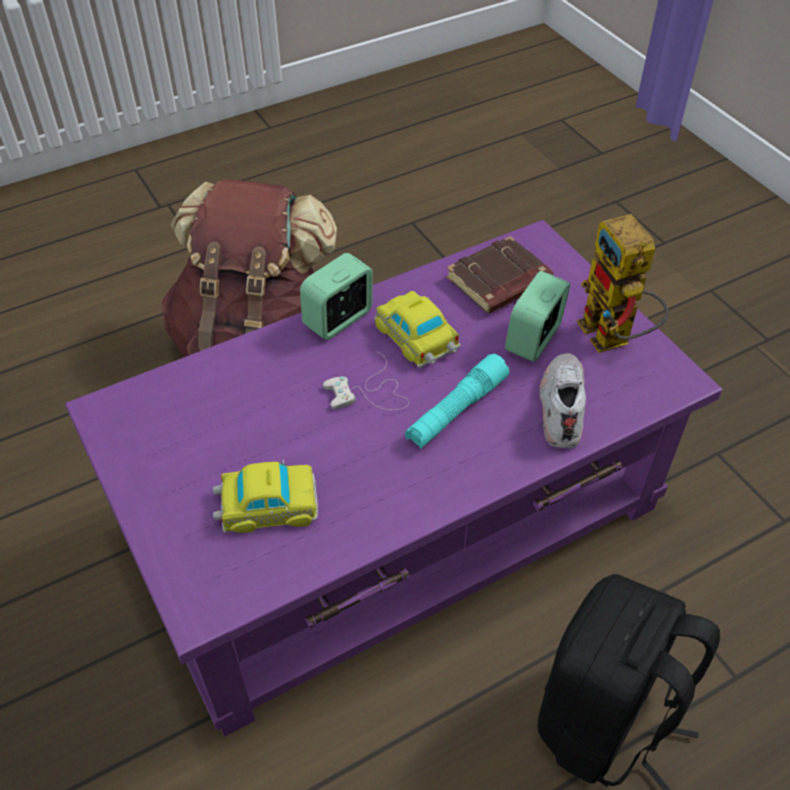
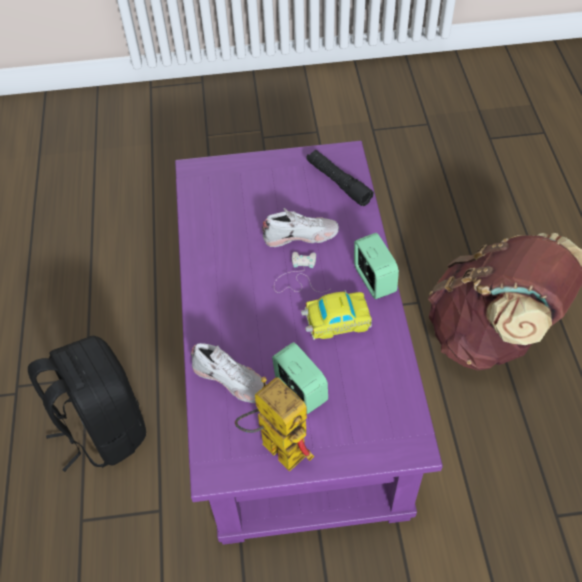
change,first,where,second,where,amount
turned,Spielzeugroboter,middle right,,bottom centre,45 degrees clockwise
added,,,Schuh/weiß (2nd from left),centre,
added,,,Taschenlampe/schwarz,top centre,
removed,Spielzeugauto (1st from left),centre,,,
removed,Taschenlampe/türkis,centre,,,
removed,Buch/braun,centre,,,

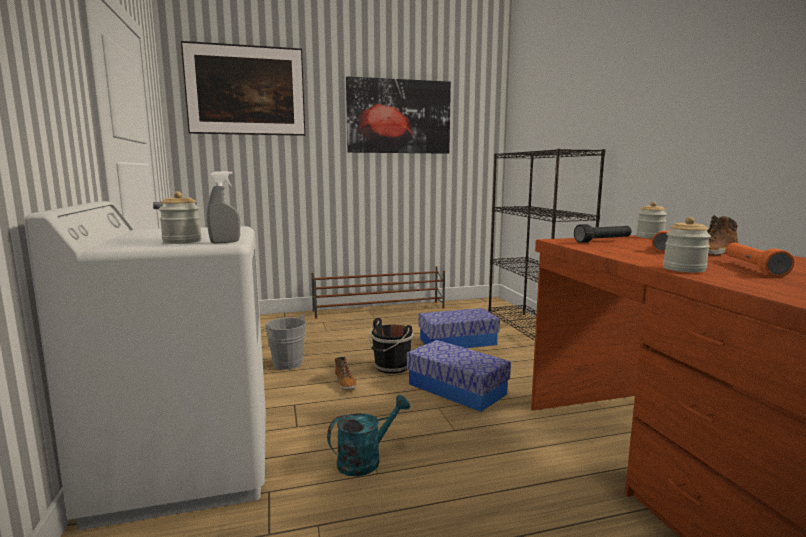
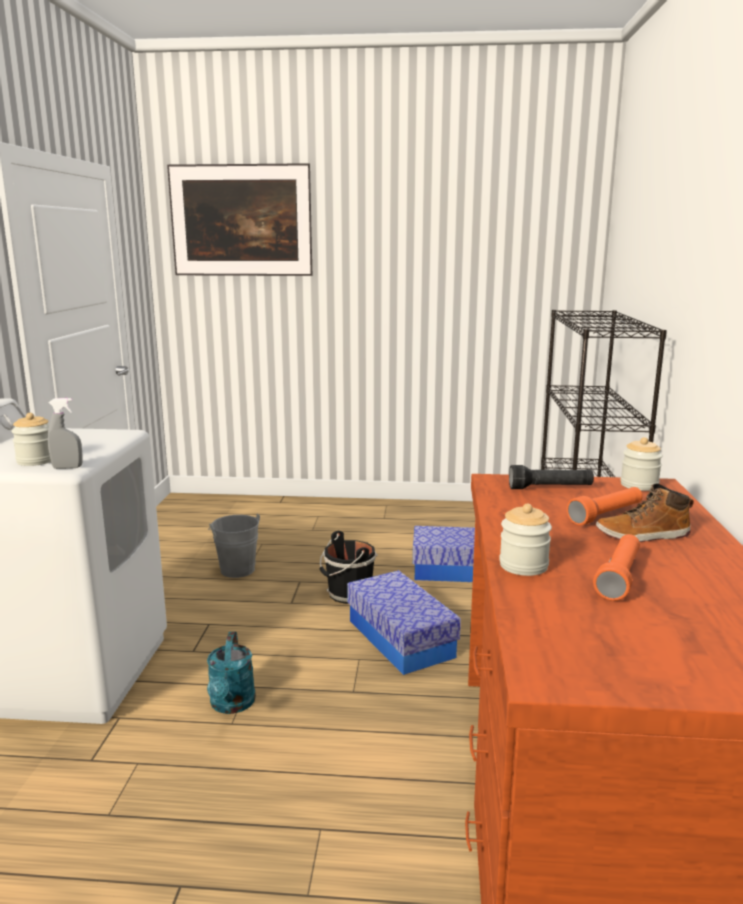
change,first,where,second,where,amount
turned,Gießkanne/türkis,bottom centre,,bottom left,105 degrees clockwise
removed,Schuhregal/braun,centre,,,
removed,Stiefel (1st from left),bottom centre,,,
removed,Bild (2nd from left),top centre,,,

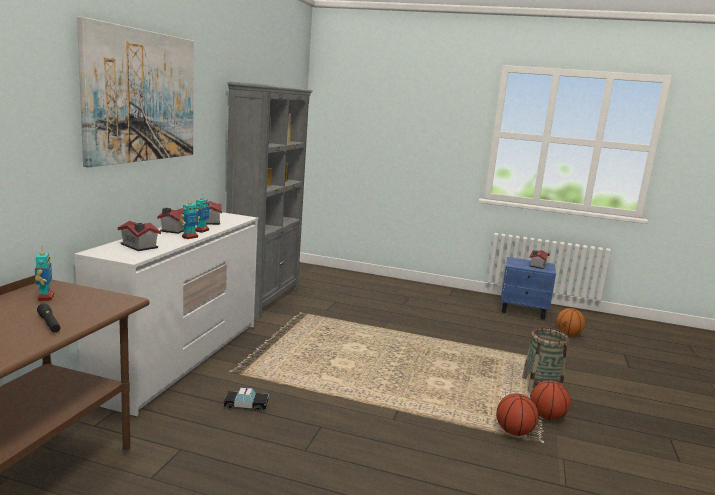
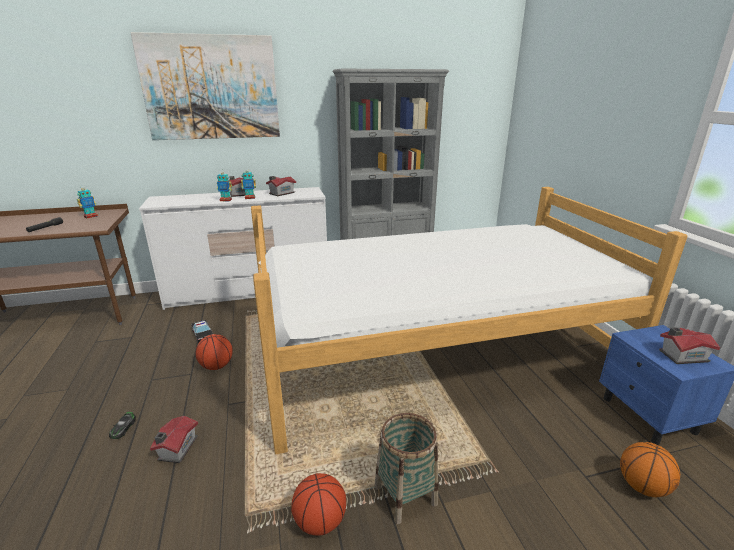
change,first,where,second,where,amount
added,,,Spielzeugauto (1st from left),bottom left,
moved,Spielzeughaus (1st from left),middle left,,bottom left,
moved,Basketball (1st from left),bottom right,,middle left,
added,,,Bett,centre,

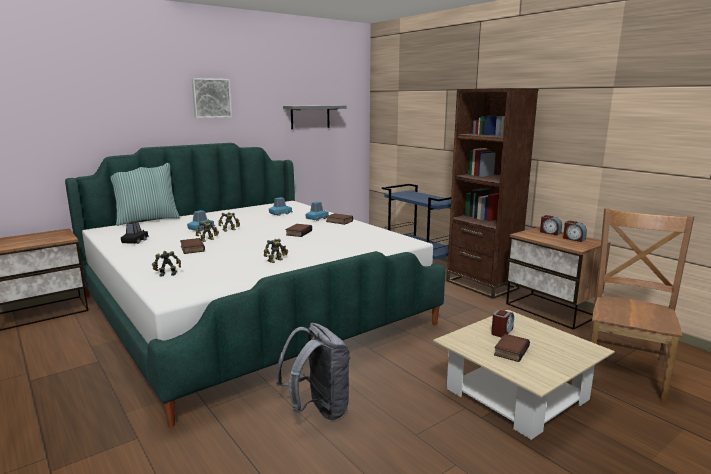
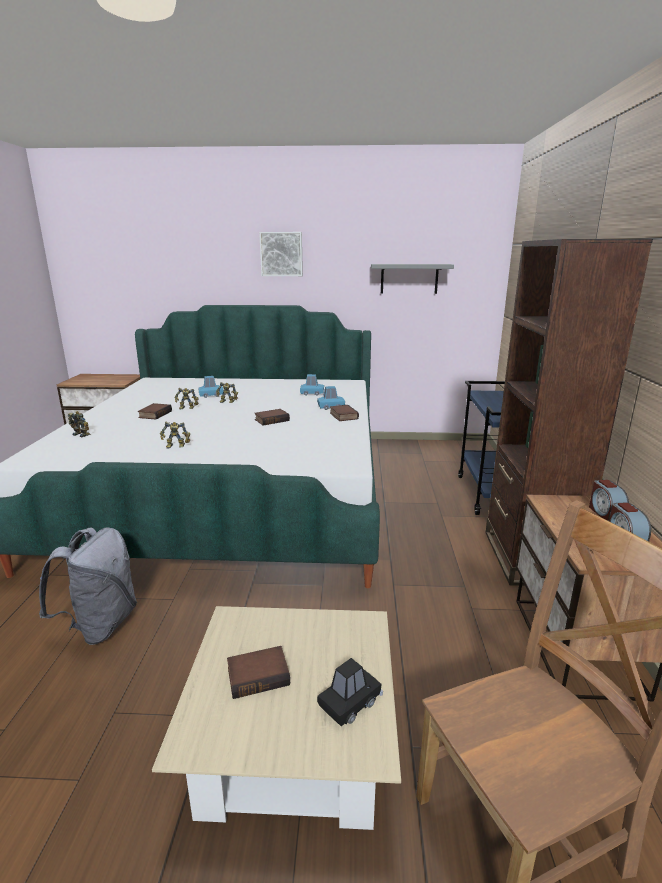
change,first,where,second,where,amount
moved,Spielzeugauto/schwarz,middle left,,bottom centre,
removed,Kissen,middle left,,,
removed,Wecker (1st from left),bottom right,,,

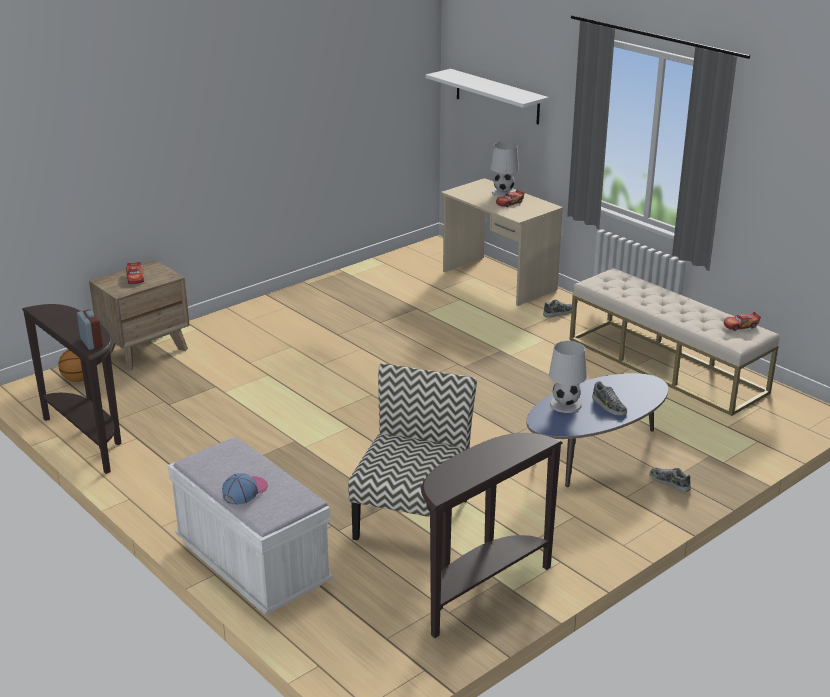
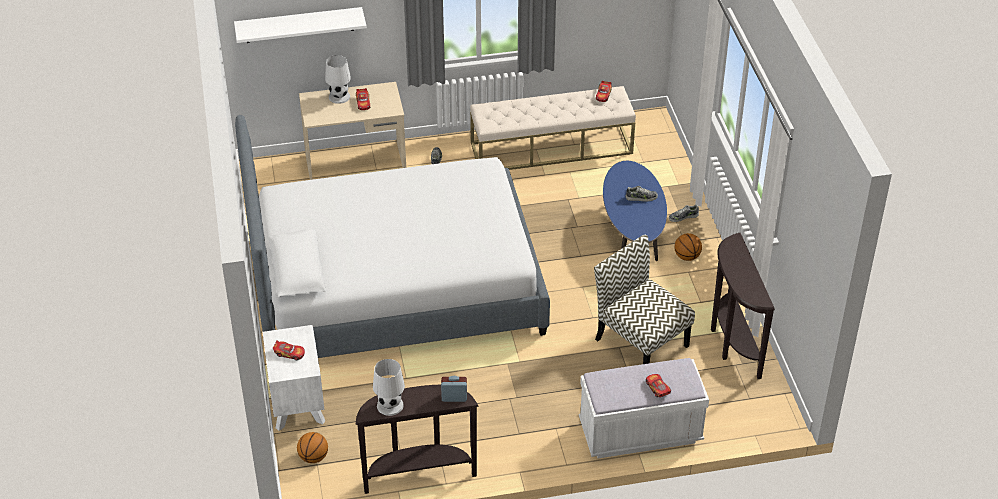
change,first,where,second,where,amount
added,,,Bett,centre,
recoloured,Nachttisch/braun,middle left,Nachttisch/weiß,bottom left,
moved,Tischlampe/weiß (2nd from left),middle right,,bottom centre,
replaced,Kappe,bottom left,Spielzeugauto (4th from left),bottom centre,
added,,,Basketball (2nd from left),middle right,

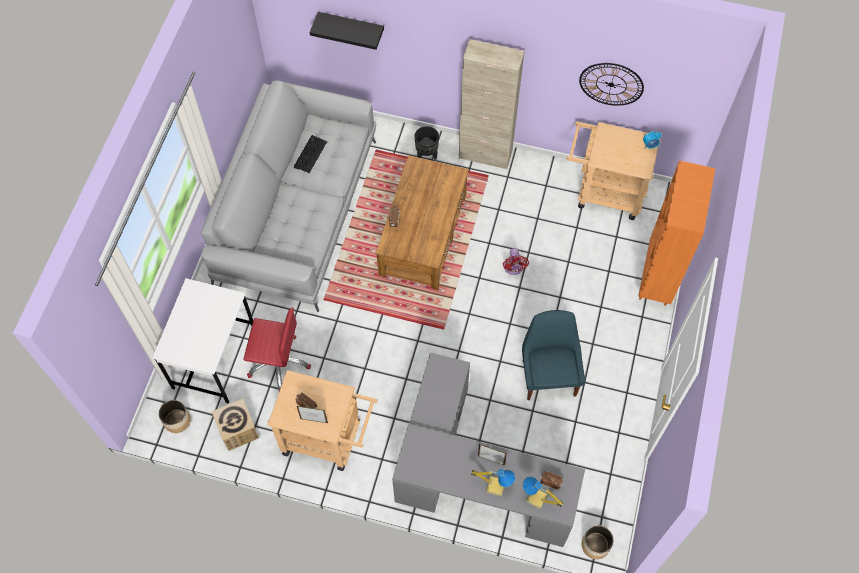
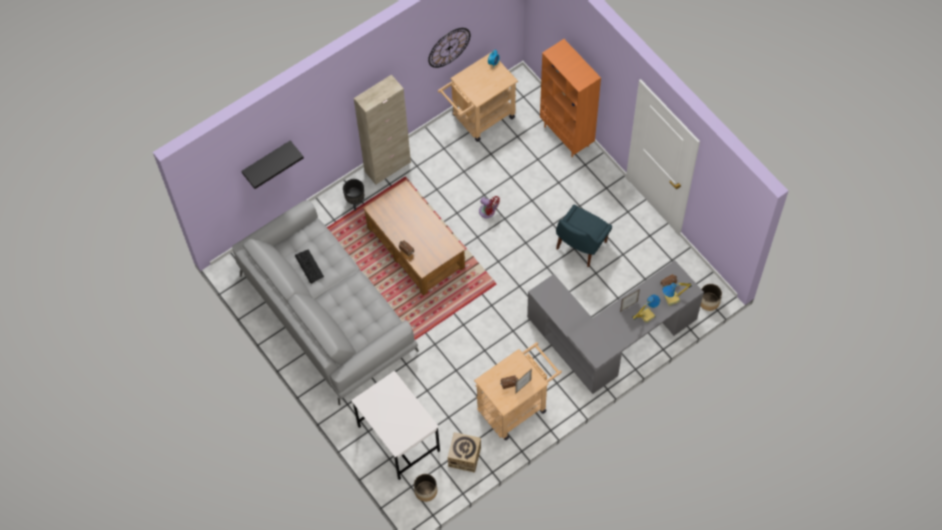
change,first,where,second,where,amount
turned,Stuhl/blau,centre,,centre,90 degrees counterclockwise
removed,Bürostuhl/rot,middle left,,,

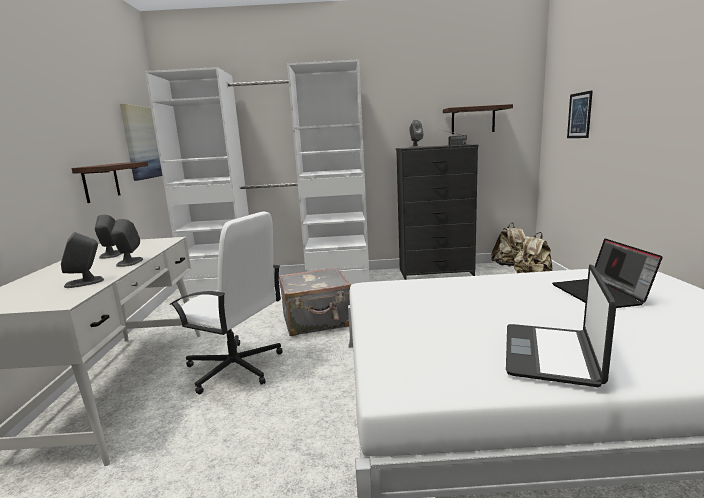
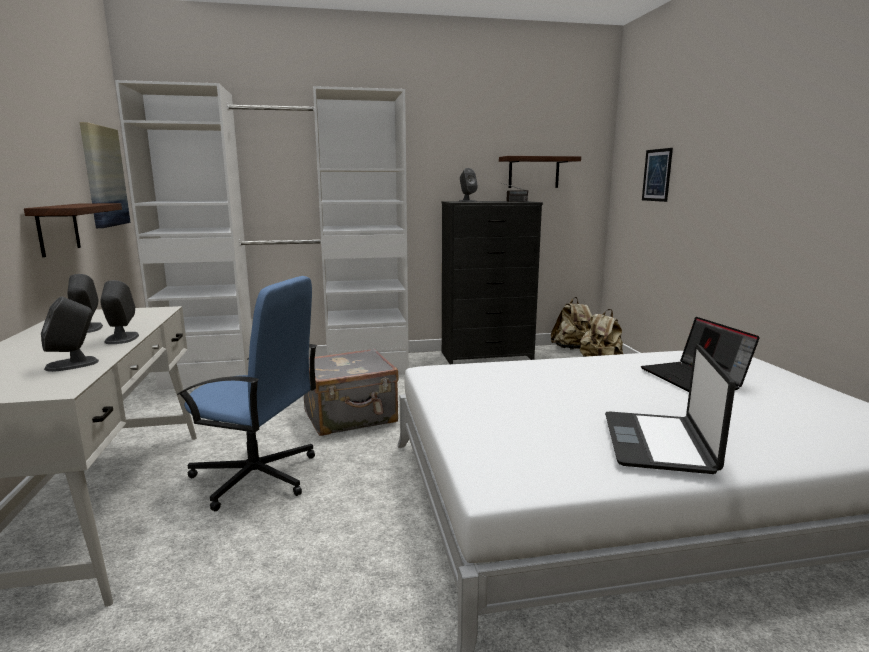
change,first,where,second,where,amount
recoloured,Bürostuhl/weiß,middle left,Bürostuhl/blau,middle left,

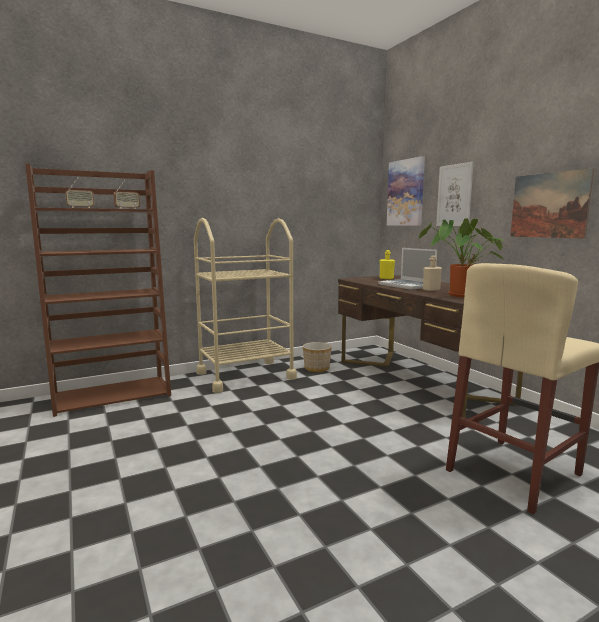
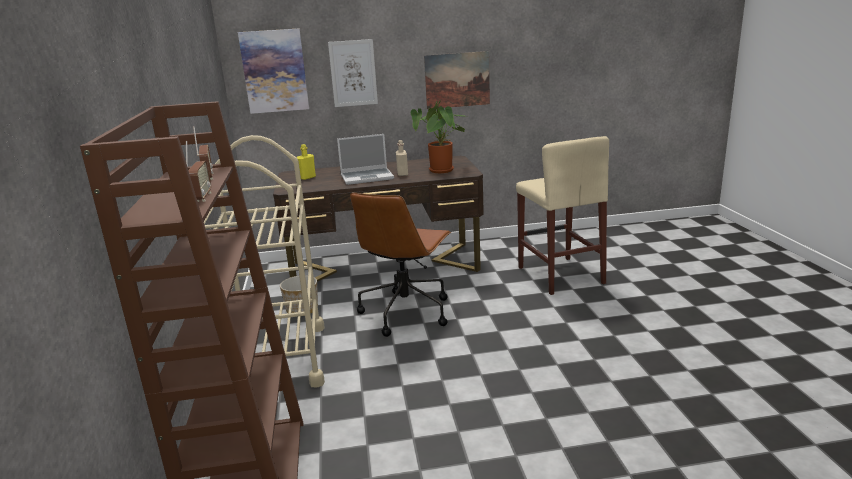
change,first,where,second,where,amount
added,,,Bürostuhl/braun,centre,

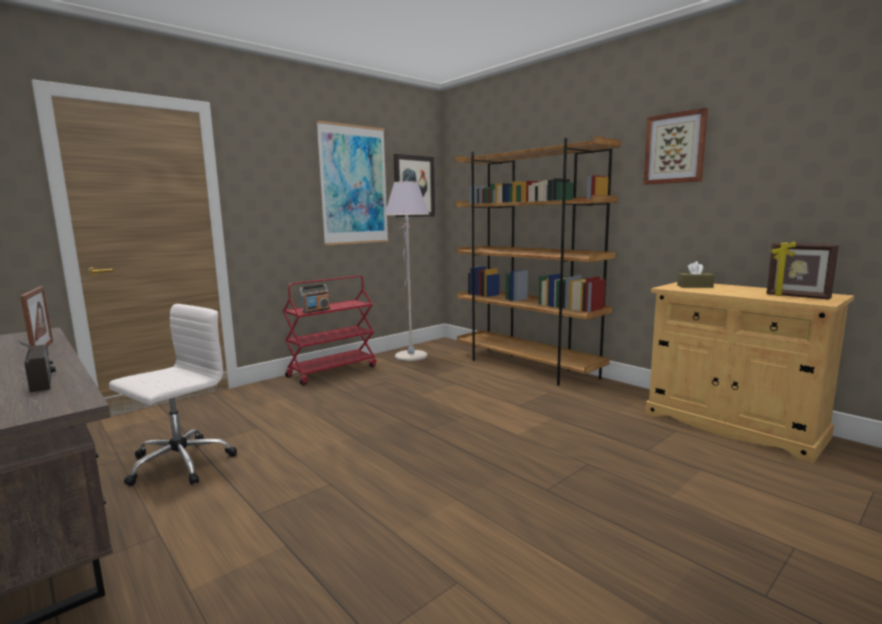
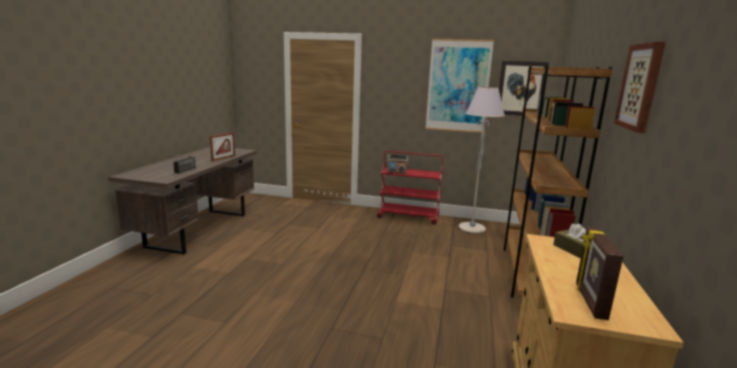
change,first,where,second,where,amount
removed,Bürostuhl/weiß,middle left,,,

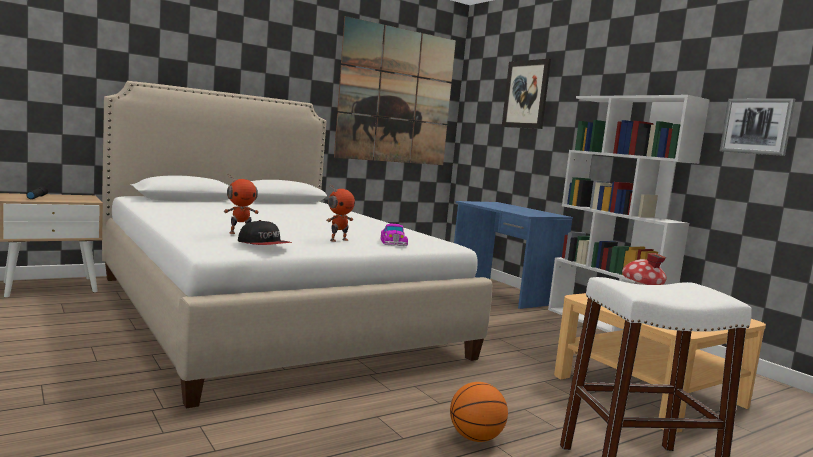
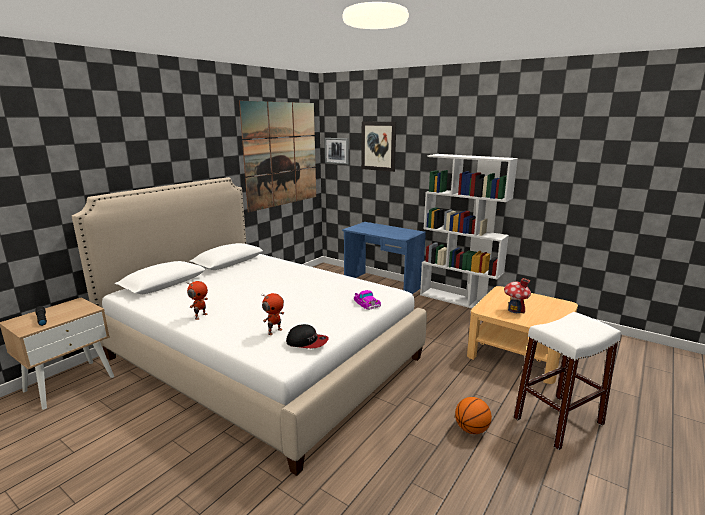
change,first,where,second,where,amount
moved,Spielzeugroboter (2nd from left in the first image),centre,Spielzeugroboter (1st from left),middle left,
moved,Bild (3rd from left in the first image),top right,Bild (2nd from left),top centre,

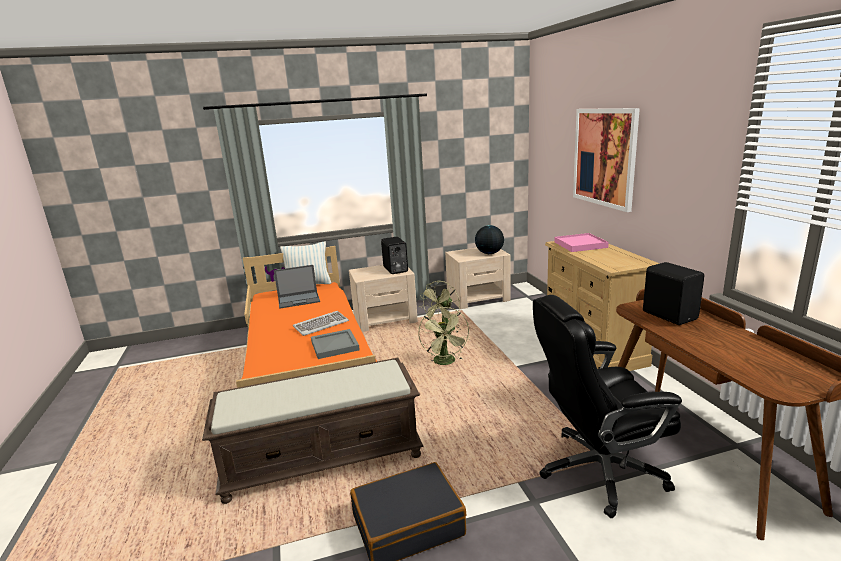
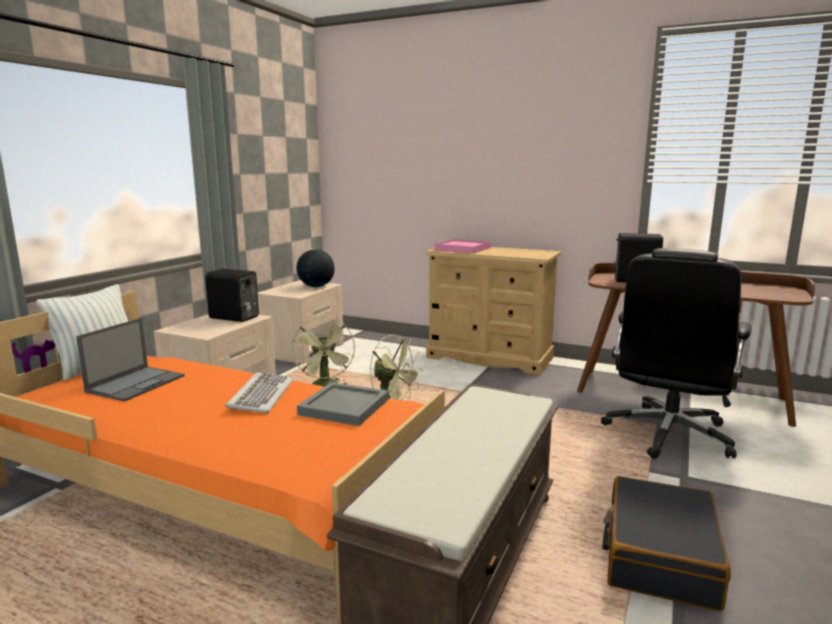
change,first,where,second,where,amount
removed,Bild,top right,,,

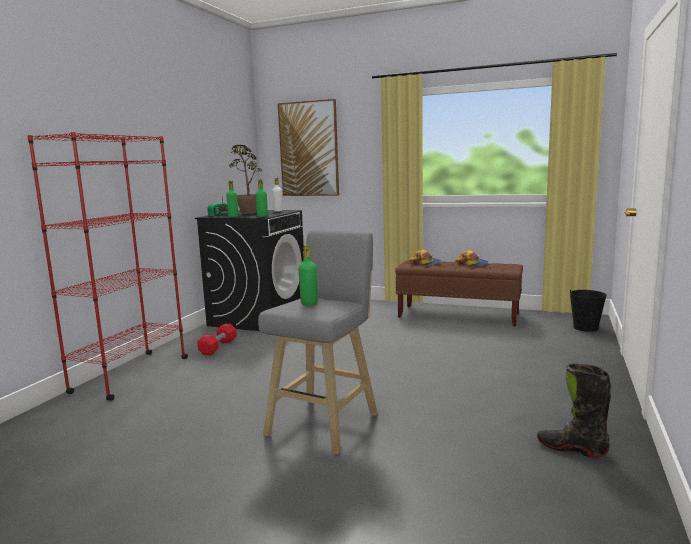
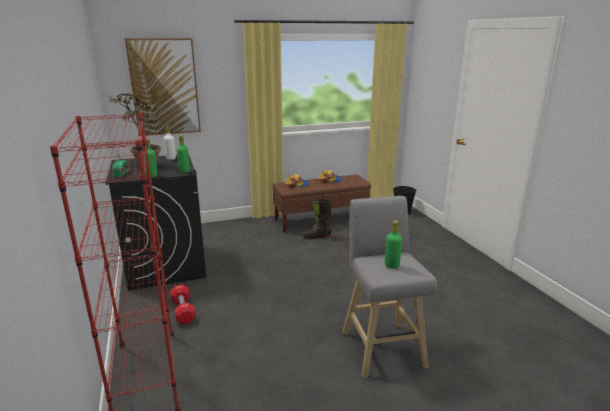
change,first,where,second,where,amount
moved,Stiefel/schwarz,bottom right,,centre,

